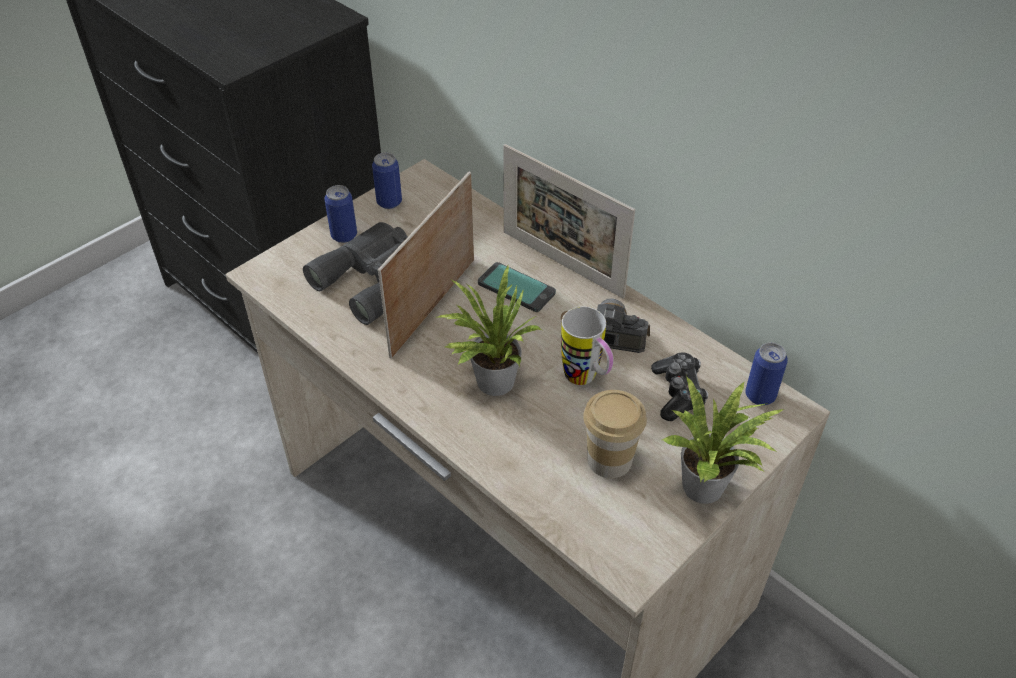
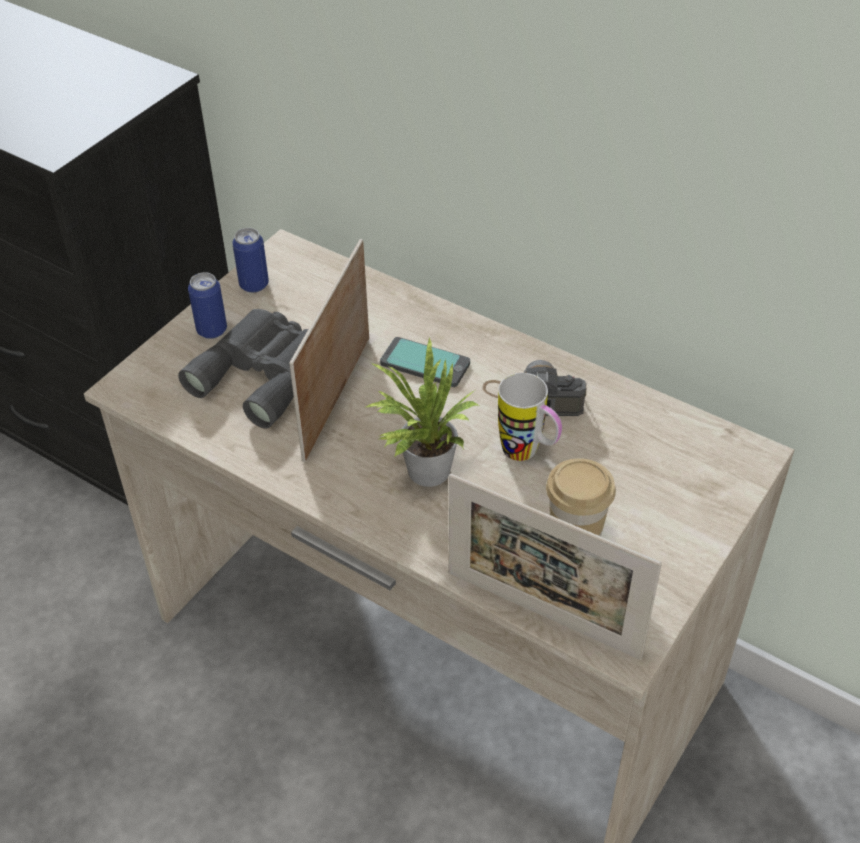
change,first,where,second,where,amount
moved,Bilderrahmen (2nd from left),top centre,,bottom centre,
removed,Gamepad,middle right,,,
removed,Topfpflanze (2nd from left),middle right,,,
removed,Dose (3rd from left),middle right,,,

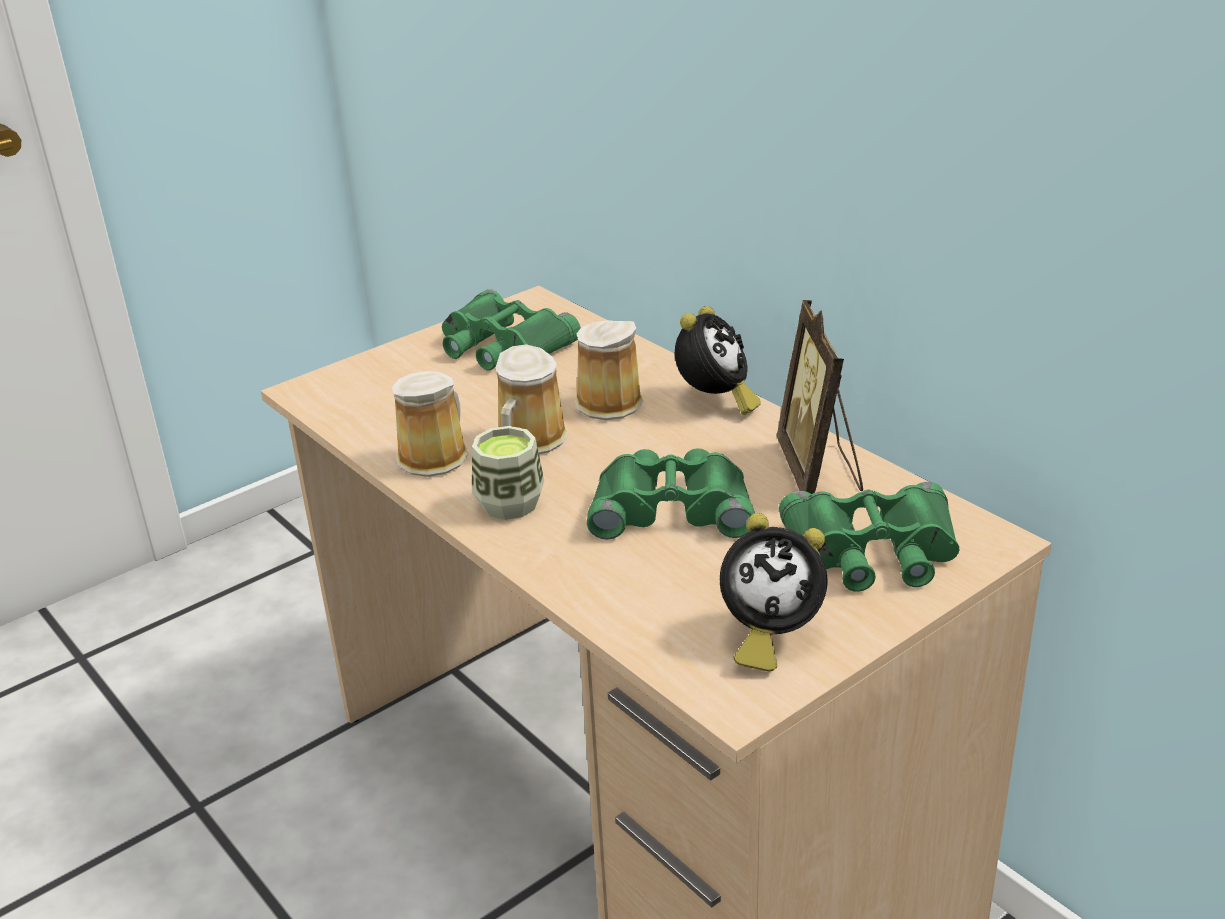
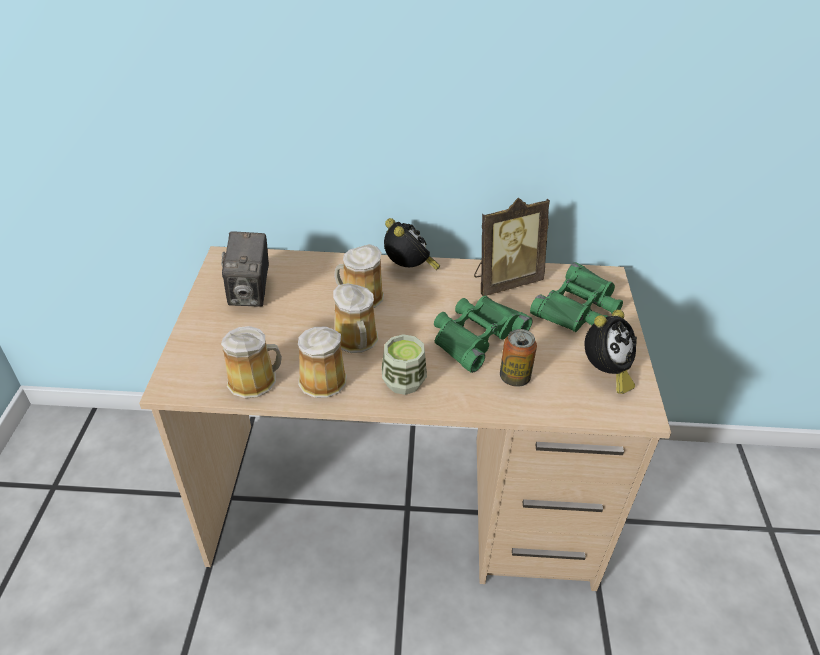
change,first,where,second,where,amount
replaced,Fernglas/grün (1st from left),centre,Kamera,middle left,
added,,,Henkelbecher (1st from left),middle left,
turned,Bilderrahmen,middle right,,centre,60 degrees counterclockwise
added,,,Dose,centre,

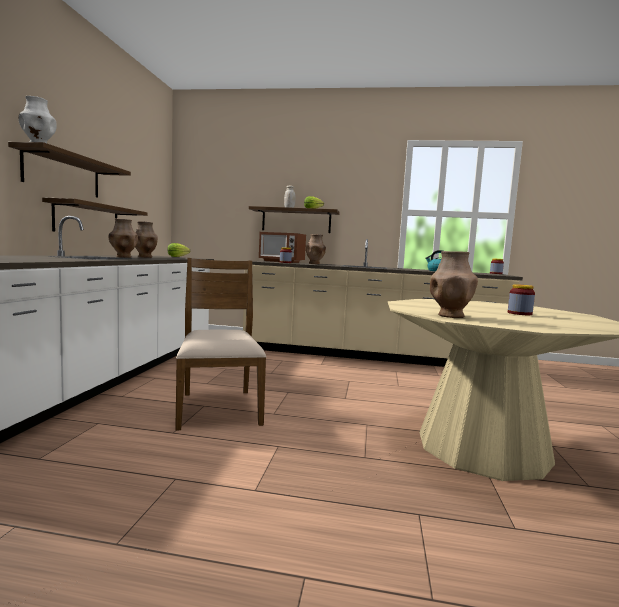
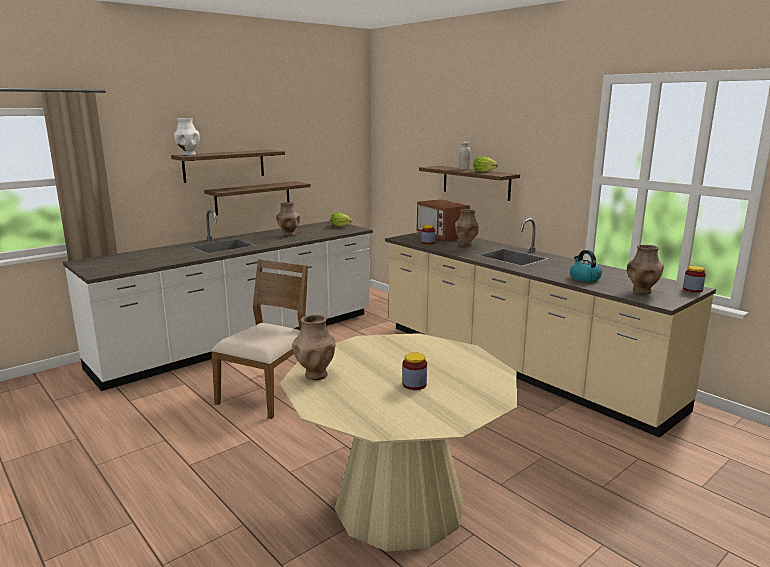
change,first,where,second,where,amount
moved,Vase/braun (1st from left in the first image),middle left,Vase/braun (4th from left),middle right,

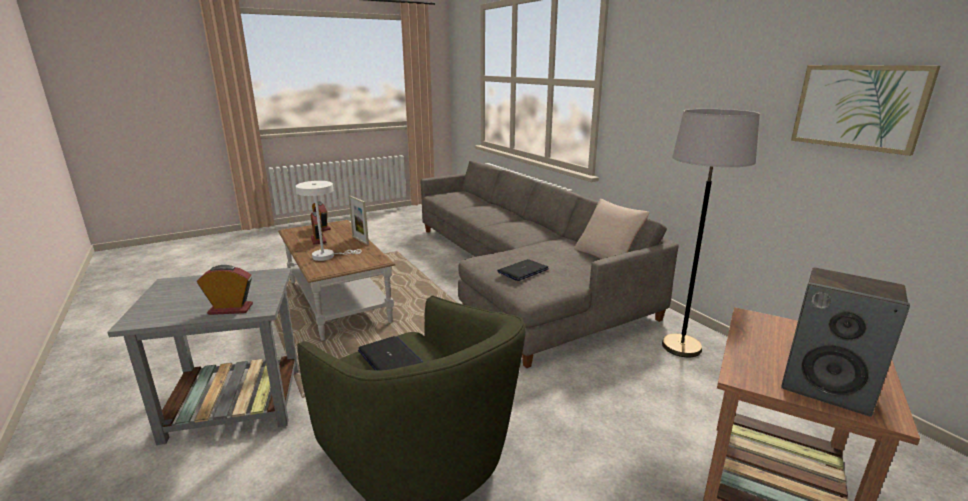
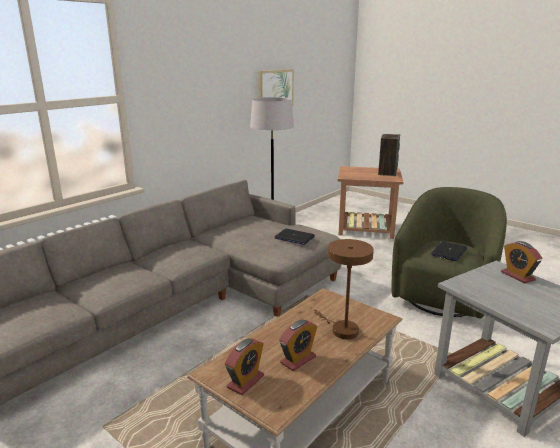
change,first,where,second,where,amount
recoloured,Tischlampe/weiß,centre,Tischlampe/braun,centre,
removed,Bilderrahmen,centre,,,
removed,Kissen/beige,centre,,,

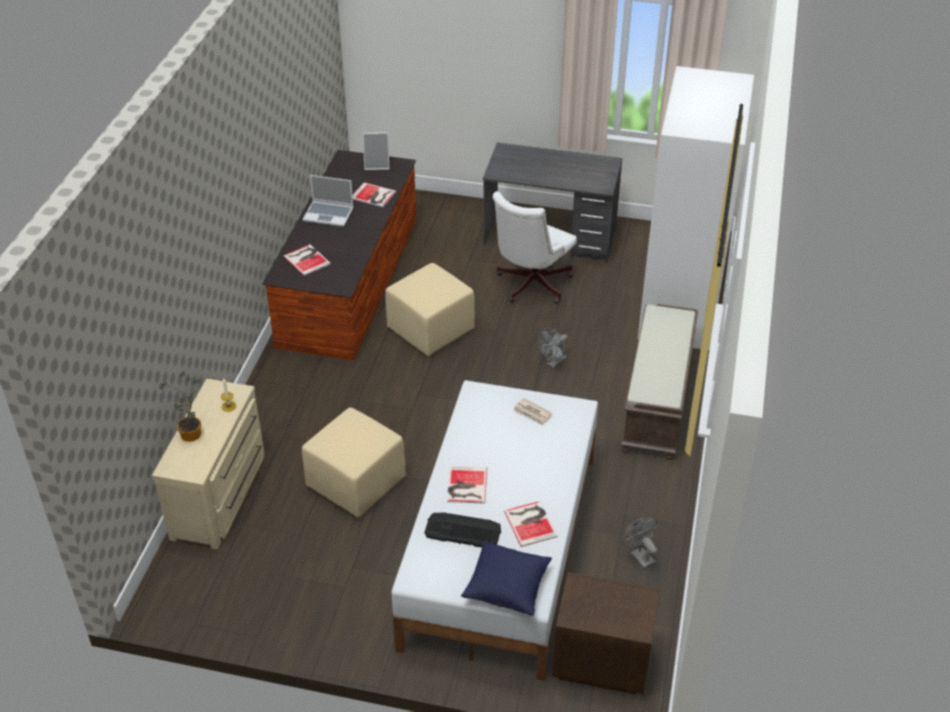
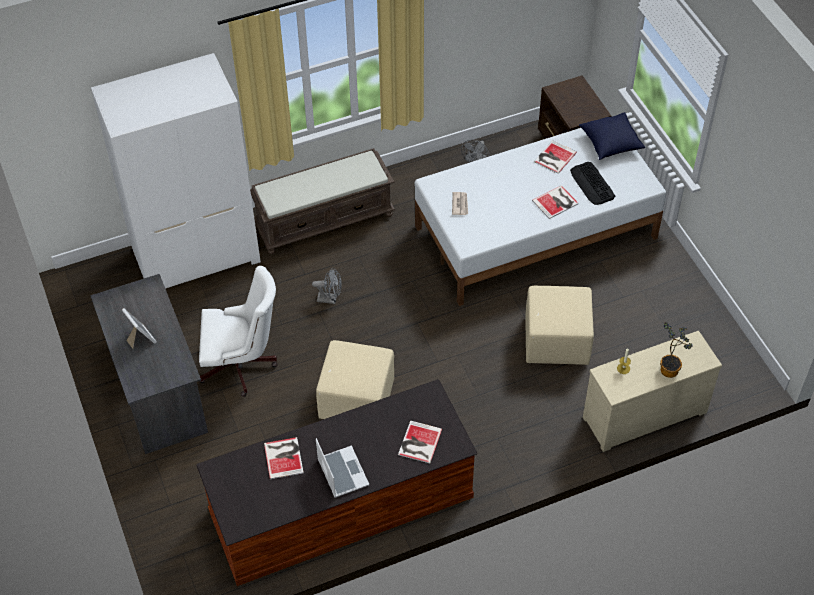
change,first,where,second,where,amount
moved,Bilderrahmen,top centre,,middle left,

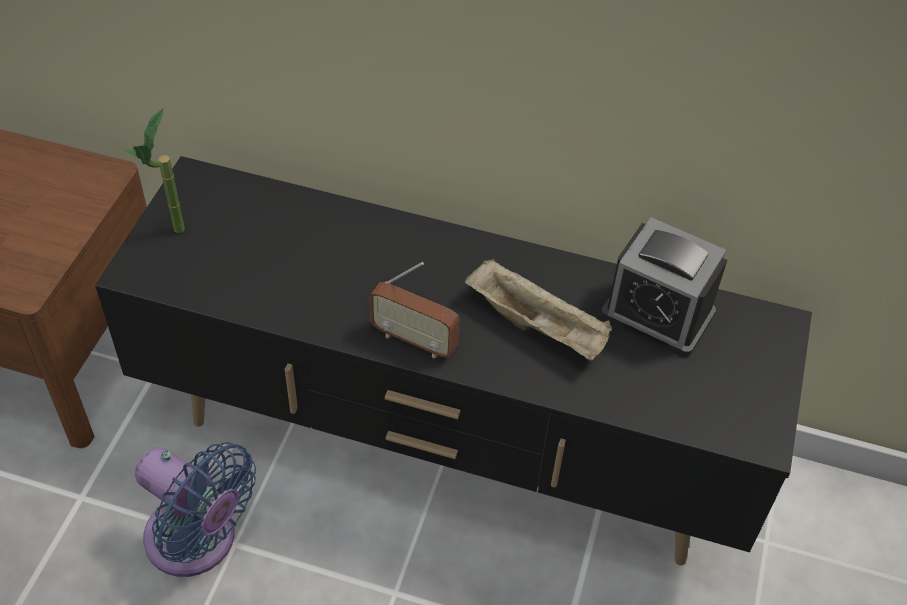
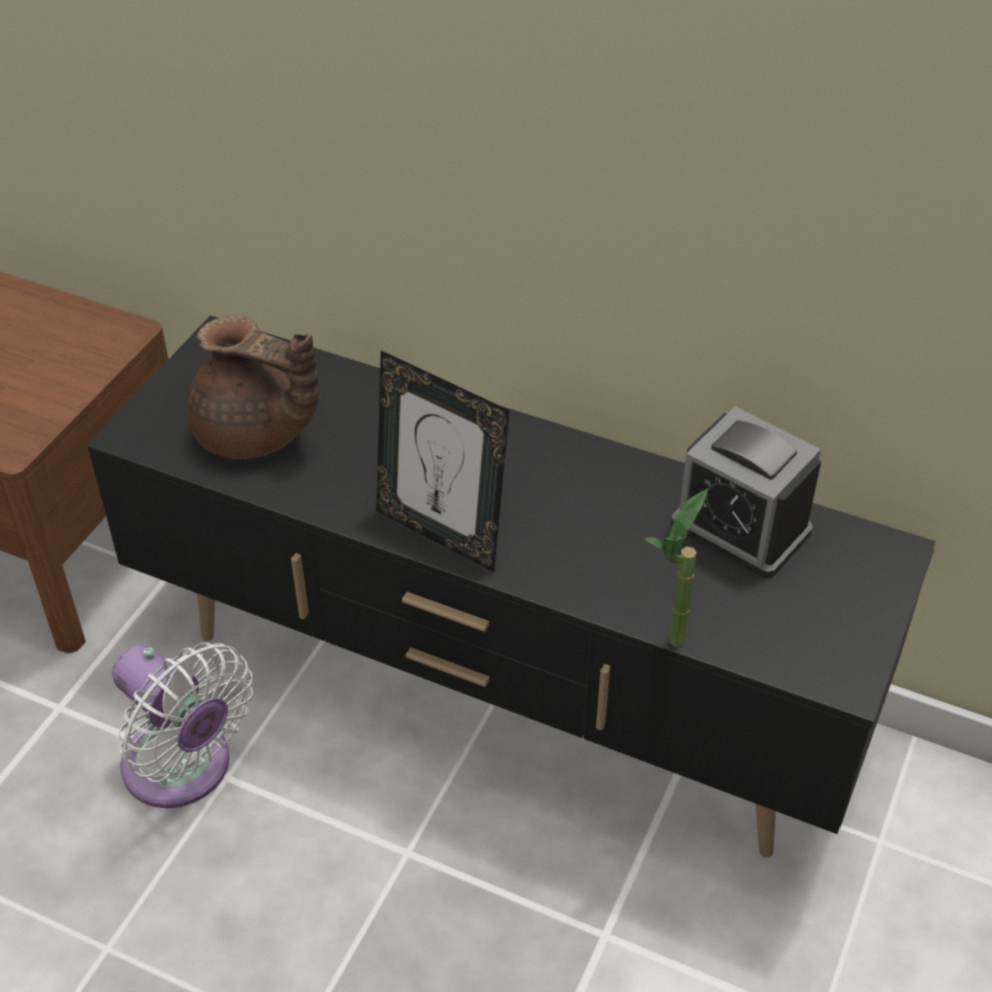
change,first,where,second,where,amount
recoloured,Ventilator/blau,bottom left,Ventilator/weiß,bottom left,
added,,,Teekanne/braun,middle left,
replaced,Radio,centre,Bilderrahmen,centre,
moved,Topfpflanze,top left,,middle right,
removed,Tablett/beige,centre,,,

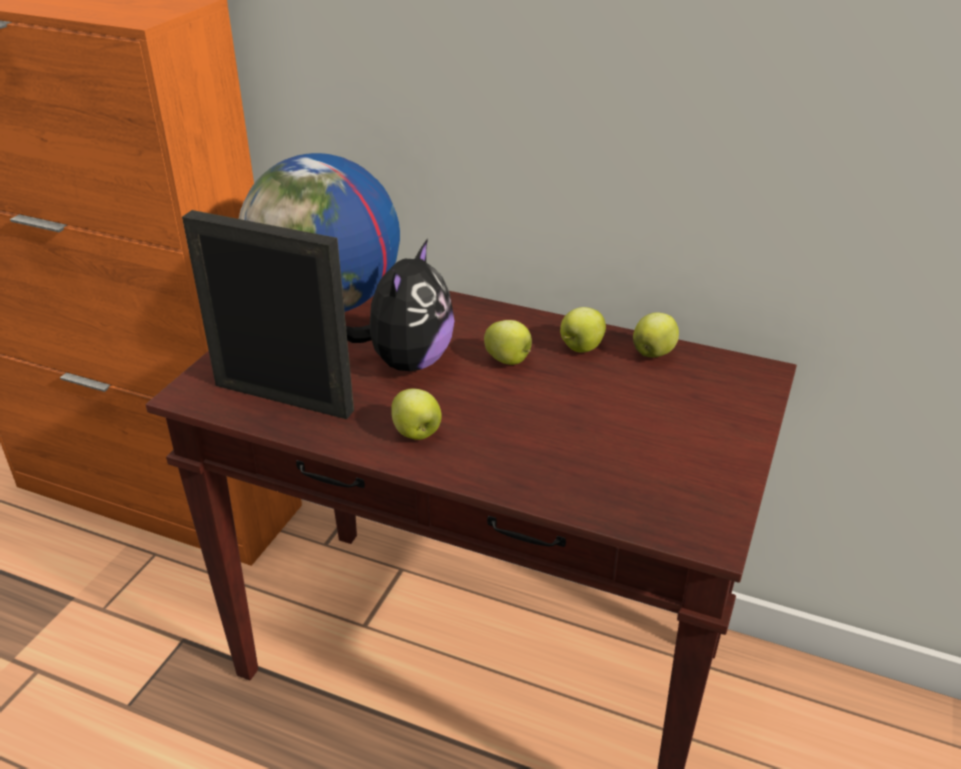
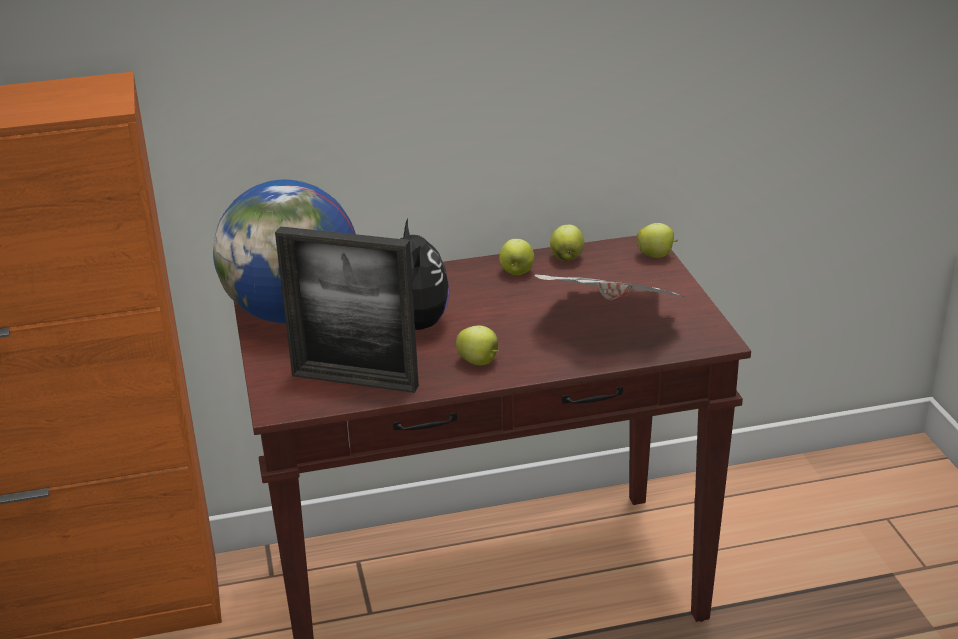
change,first,where,second,where,amount
turned,Bilderrahmen,middle left,,centre,150 degrees counterclockwise
added,,,Zeitung,centre,
moved,Apfel (2nd from left in the first image),centre,Apfel (4th from left),middle right,

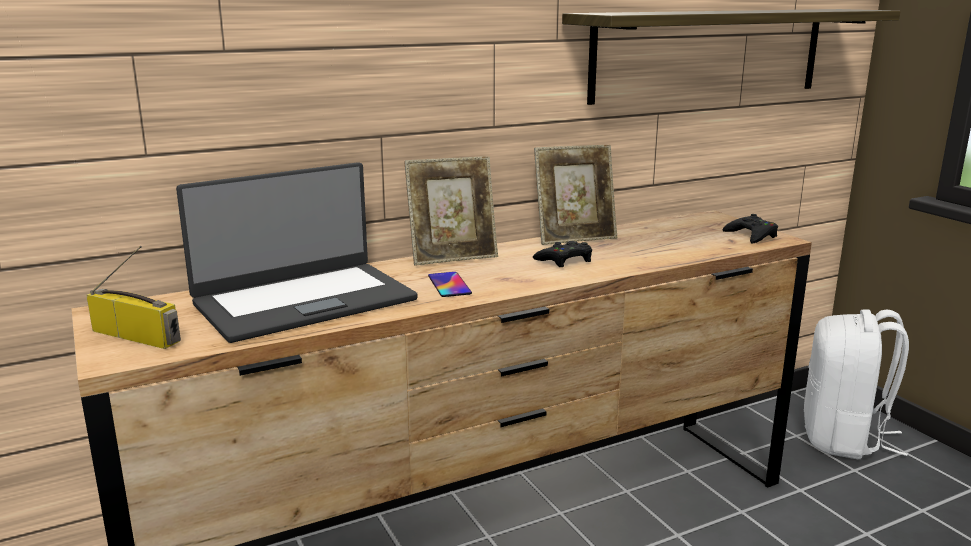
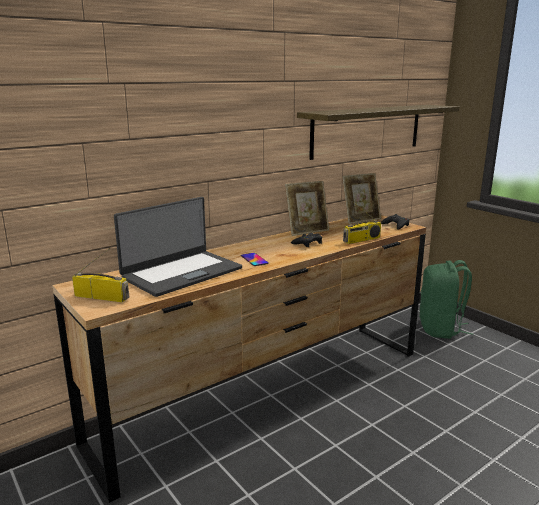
change,first,where,second,where,amount
moved,Bilderrahmen (1st from left in the first image),centre,Bilderrahmen (2nd from left),middle right,
added,,,Radio (2nd from left),middle right,
recoloured,Rucksack/weiß,bottom right,Rucksack/grün,middle right,

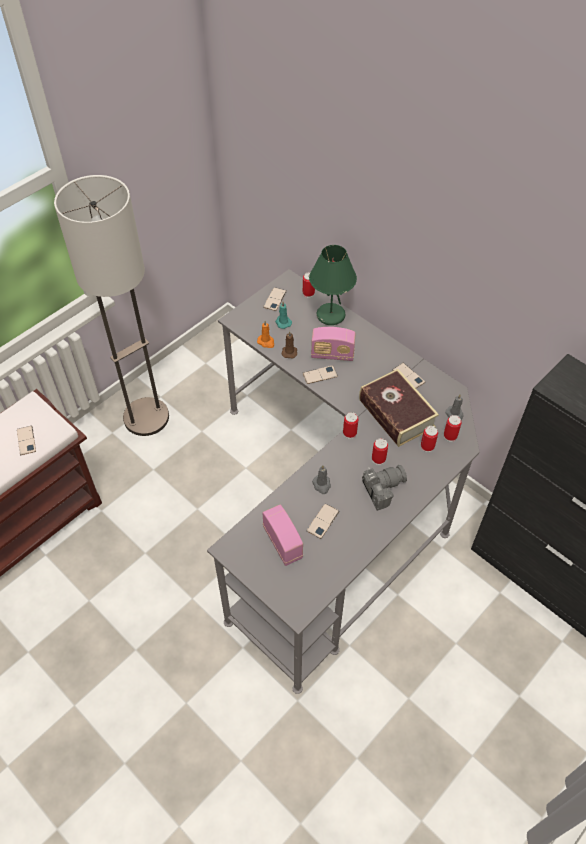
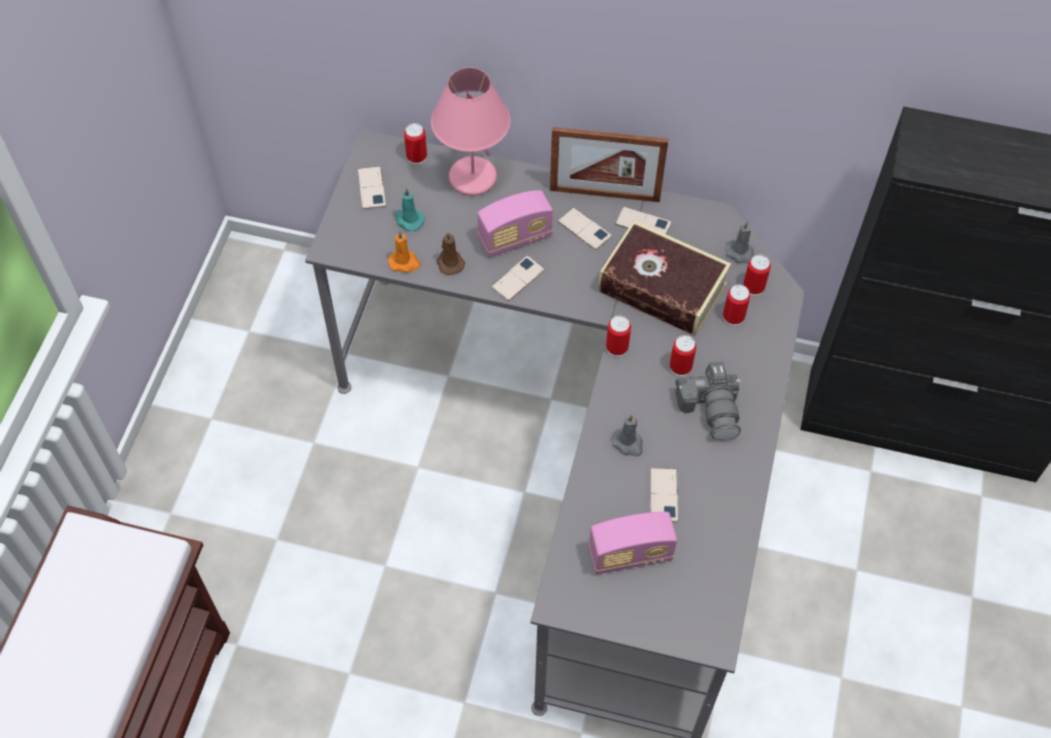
change,first,where,second,where,amount
recoloured,Tischlampe/grün,centre,Tischlampe/rosa,top centre,
added,,,Bilderrahmen,top centre,
moved,Handy (1st from left in the first image),middle left,Handy (3rd from left),top centre,
turned,Radio (1st from left in the first image),centre,Radio (2nd from left),bottom centre,135 degrees clockwise
turned,Kamera,centre,,middle right,135 degrees clockwise
removed,Stehlampe,middle left,,,

